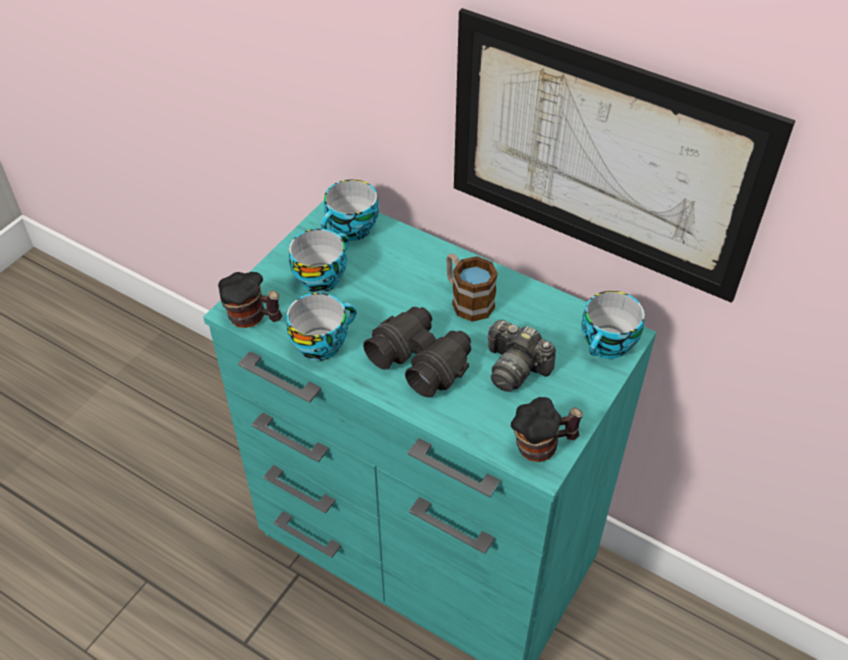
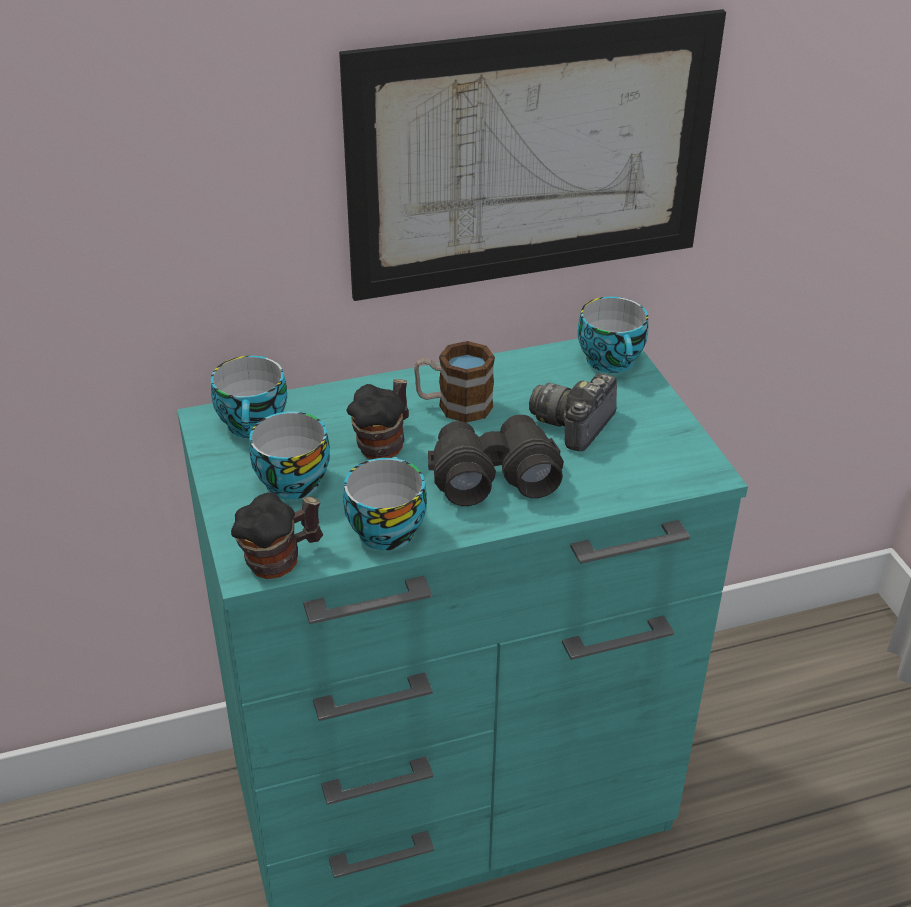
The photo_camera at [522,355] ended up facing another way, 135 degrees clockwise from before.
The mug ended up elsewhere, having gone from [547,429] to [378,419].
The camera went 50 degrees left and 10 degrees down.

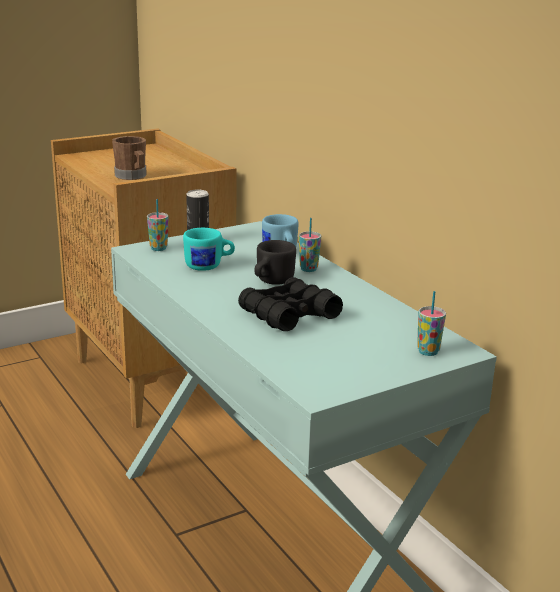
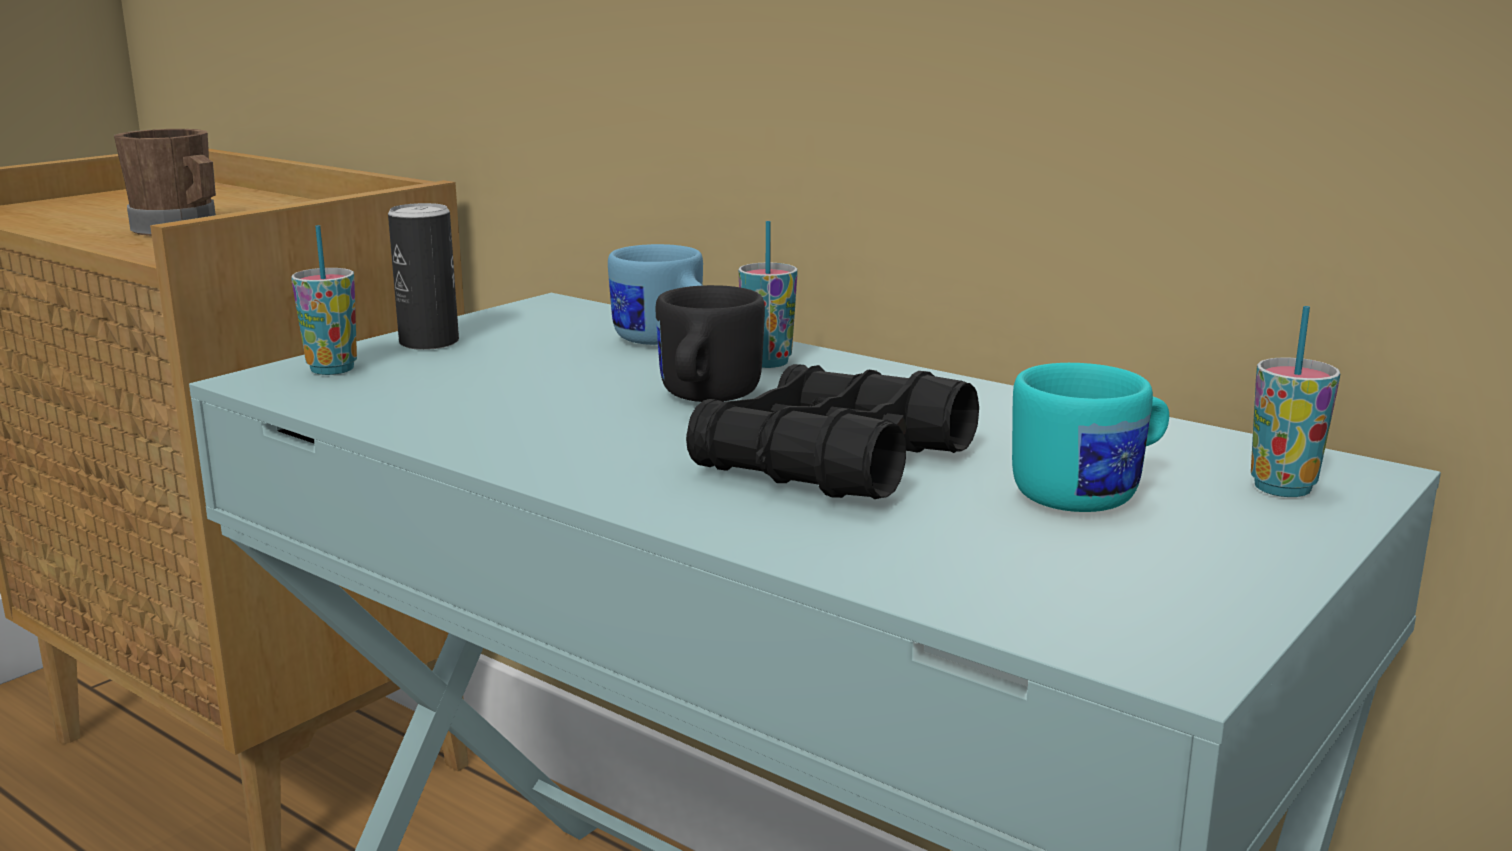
The turquoise_mug ended up elsewhere, having gone from [209,249] to [1090,437].
The camera went 20 degrees left and 5 degrees down.

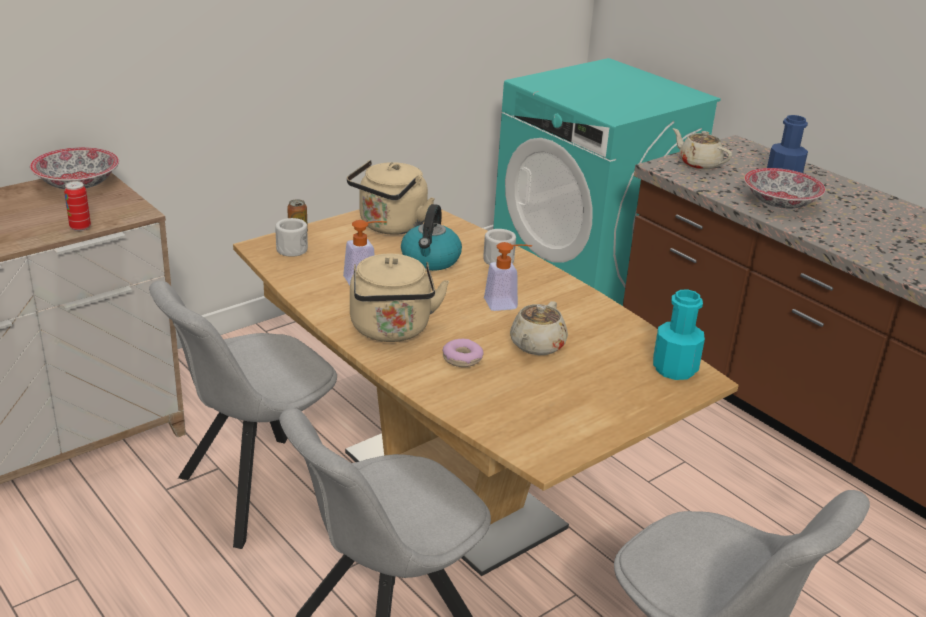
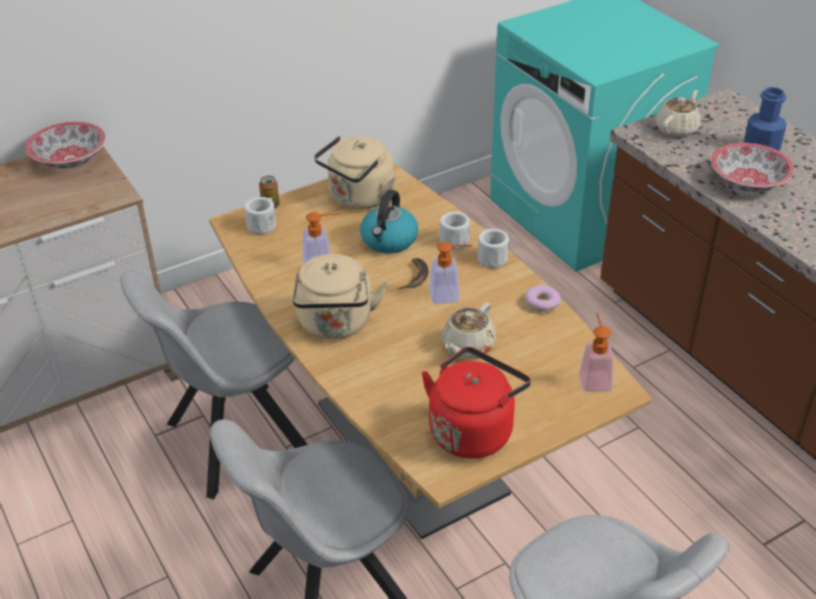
The beige_teapot at [702,149] ended up facing another way, 75 degrees clockwise from before.
The second view lost the can at [77,206].
Where the turquoise_bottle stood at [679,334], the soap_dispenser came to stand at [596,352].
The donut ended up elsewhere, having gone from [463,353] to [543,299].
The second view gained the white_mug at [493,248].
The second view gained the banana at [413,273].
The second view gained the red_kettle at [476,403].
The camera went 10 degrees right and 10 degrees up.

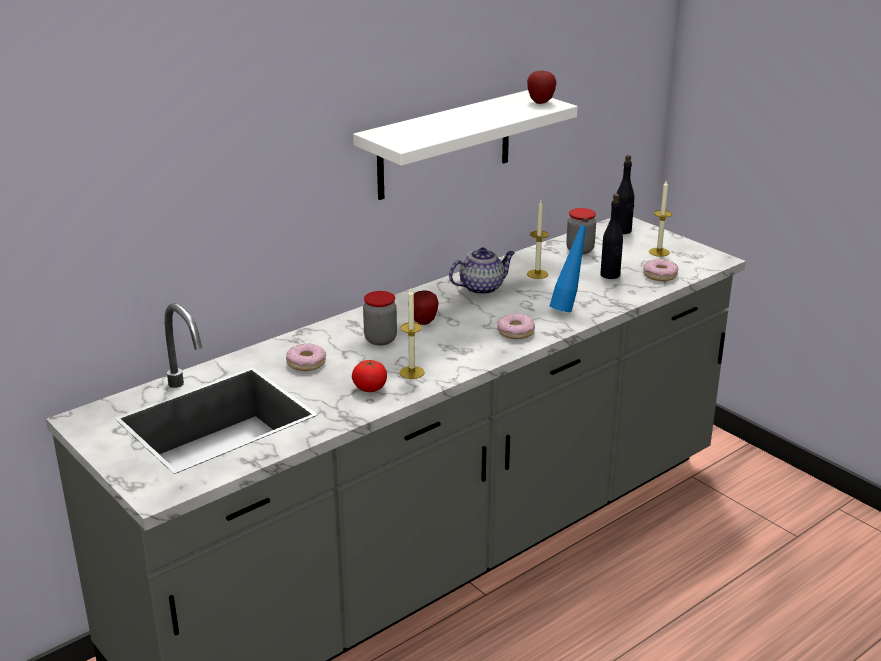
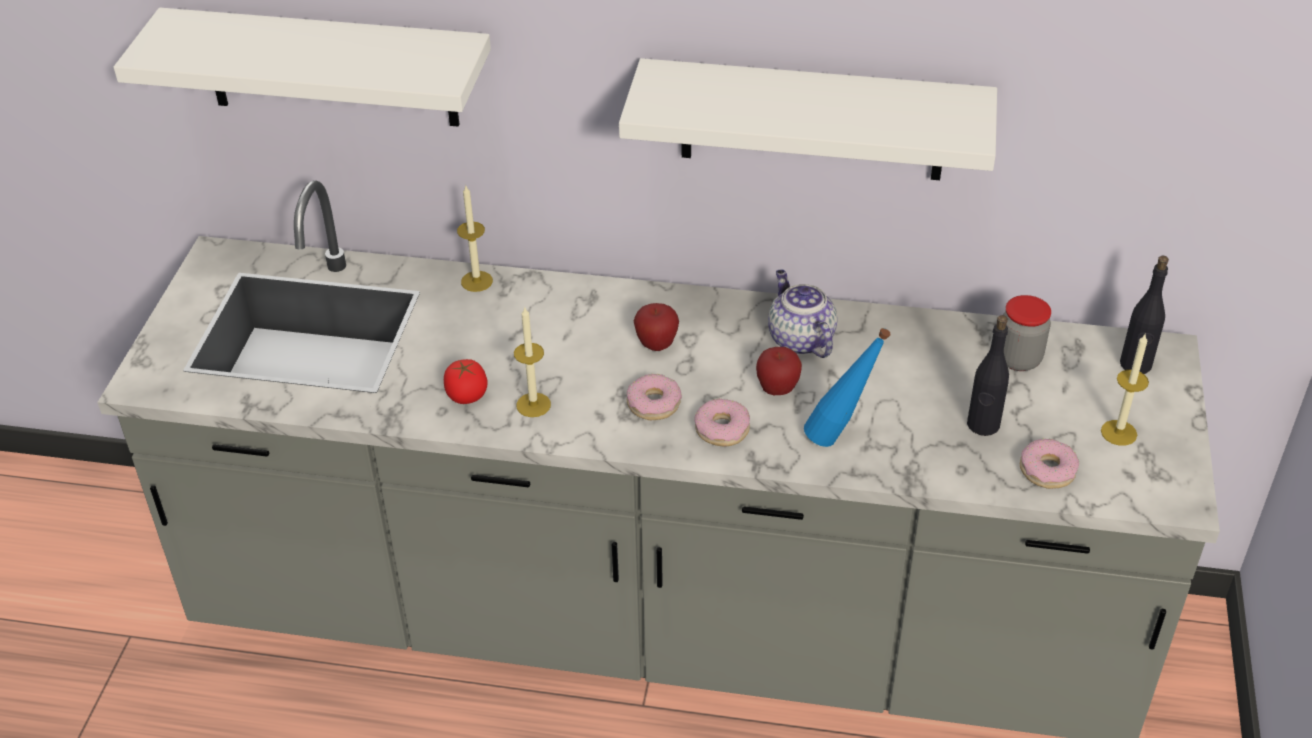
The apple ended up elsewhere, having gone from [542,87] to [779,371].
The candle ended up elsewhere, having gone from [538,239] to [475,239].
The teapot at [482,271] ended up facing another way, 135 degrees counterclockwise from before.
The second view lost the jar at [380,318].
The donut ended up elsewhere, having gone from [306,357] to [654,397].
The second view gained the white_shelf at [302,67].
The camera went 50 degrees right and 15 degrees up.

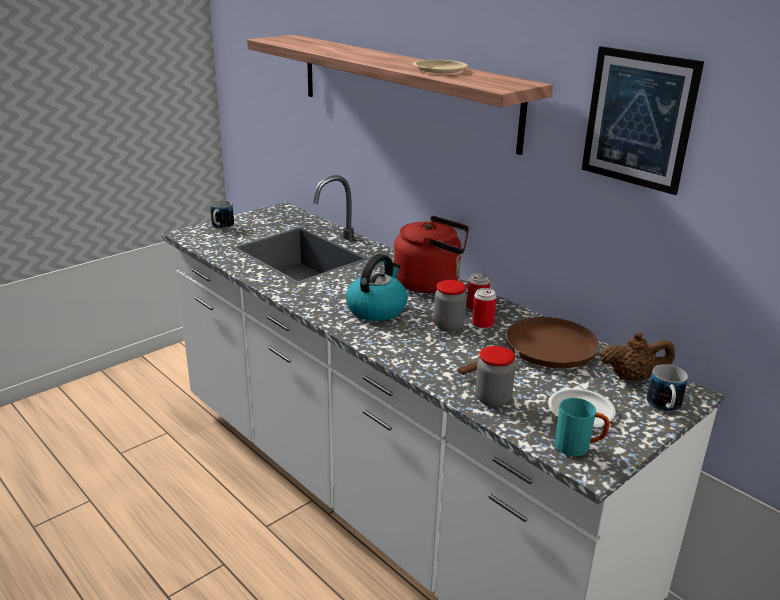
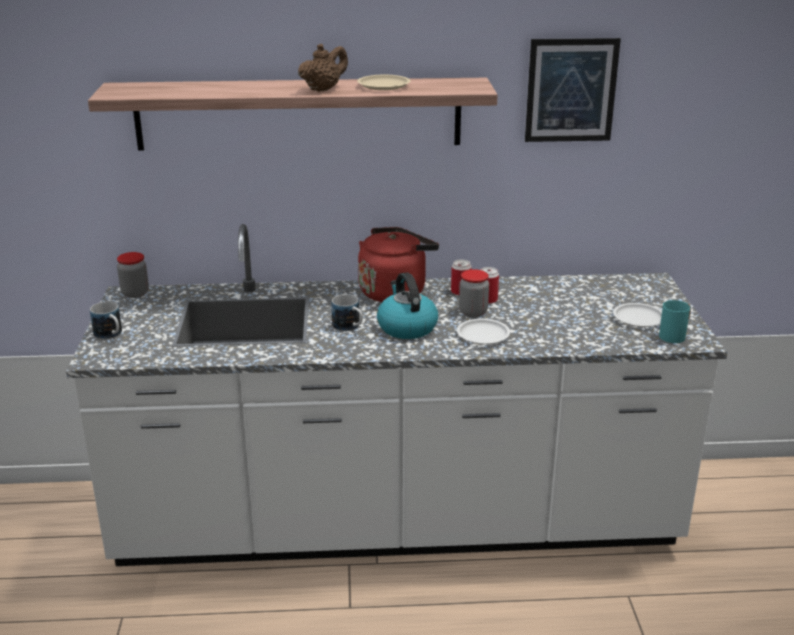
The second view lost the brown_frying_pan at [528,346].
The brown_teapot ended up elsewhere, having gone from [637,356] to [323,68].
The jar ended up elsewhere, having gone from [495,376] to [133,275].
The mug ended up elsewhere, having gone from [667,388] to [347,312].
The second view gained the white_plate at [483,331].
The camera went 50 degrees left and 0 degrees up.

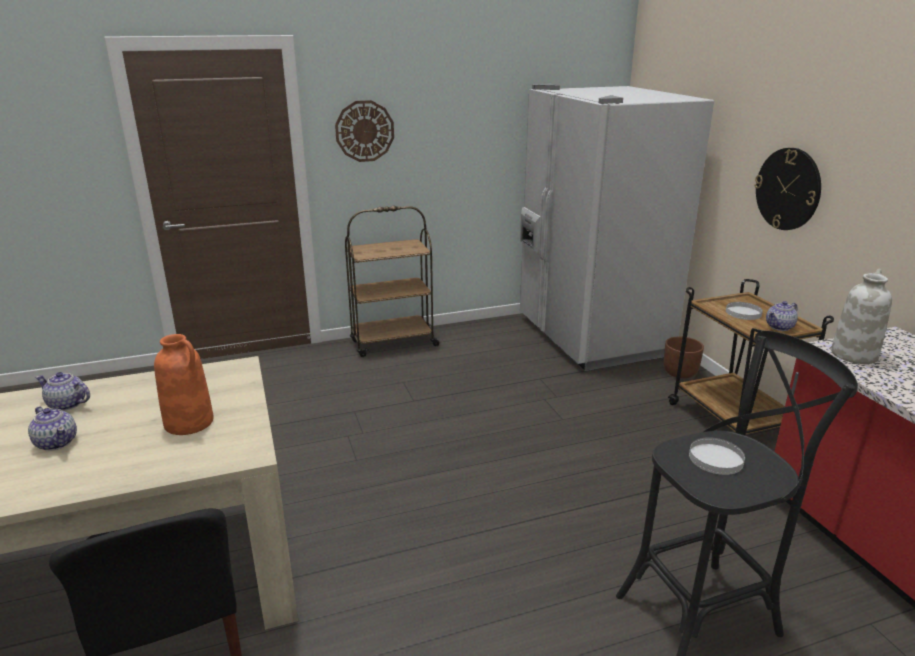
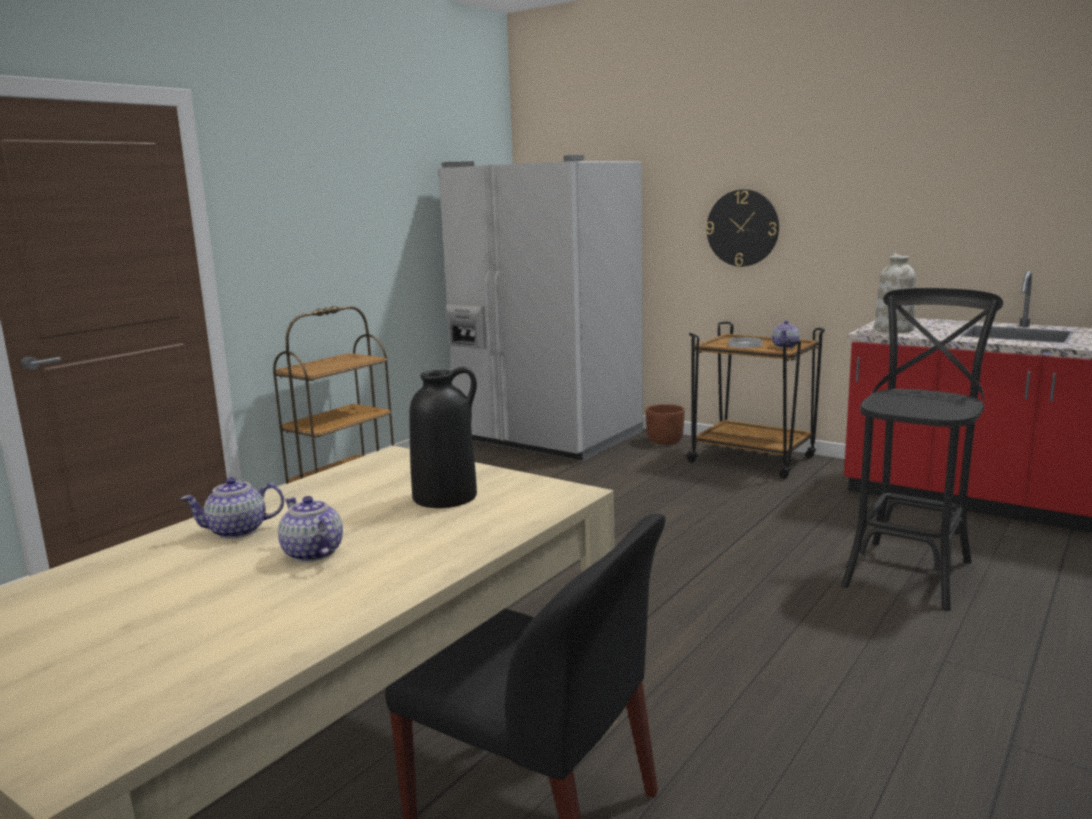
The second view lost the wall_clock at [364,131].
What was the orange_vase at [184,384] turned into the black_vase at [443,437].
The teapot at [52,428] ended up facing another way, 135 degrees counterclockwise from before.
The second view lost the white_plate at [717,456].
The camera went 35 degrees left and 10 degrees down.

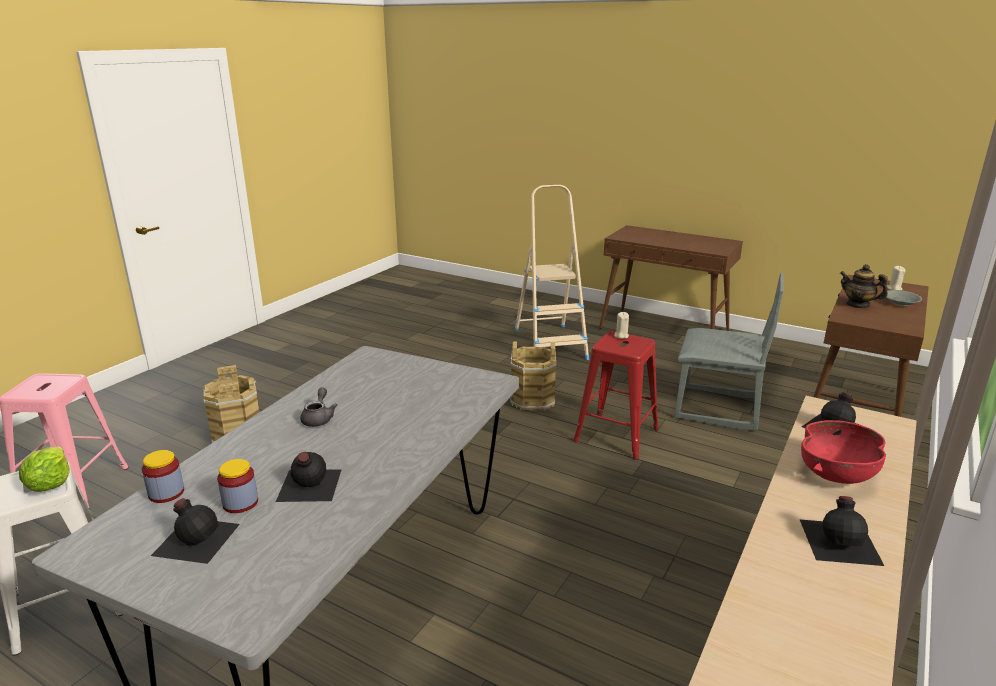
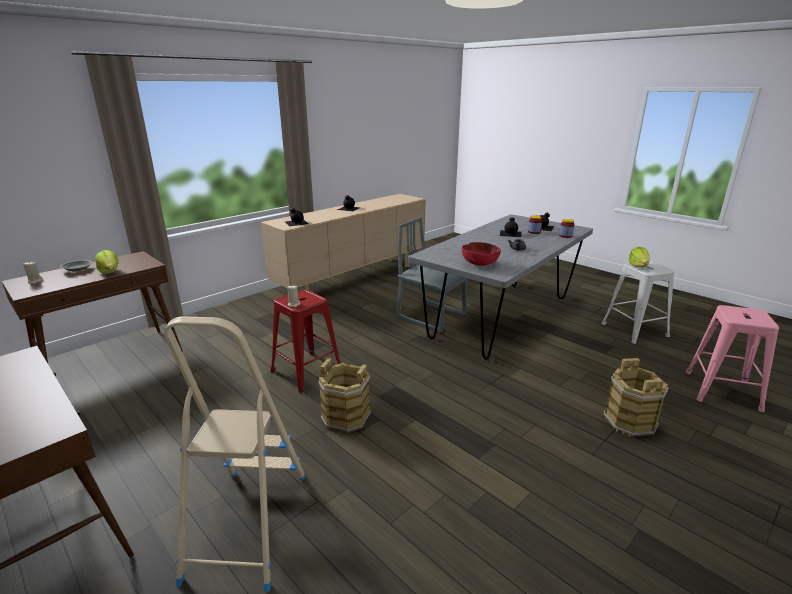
Where the teapot stood at [864,286], the lettuce came to stand at [107,262].
The grey_chair ended up elsewhere, having gone from [729,351] to [431,275].
The red_bowl ended up elsewhere, having gone from [843,452] to [481,254].
The camera went 165 degrees left and 0 degrees up.

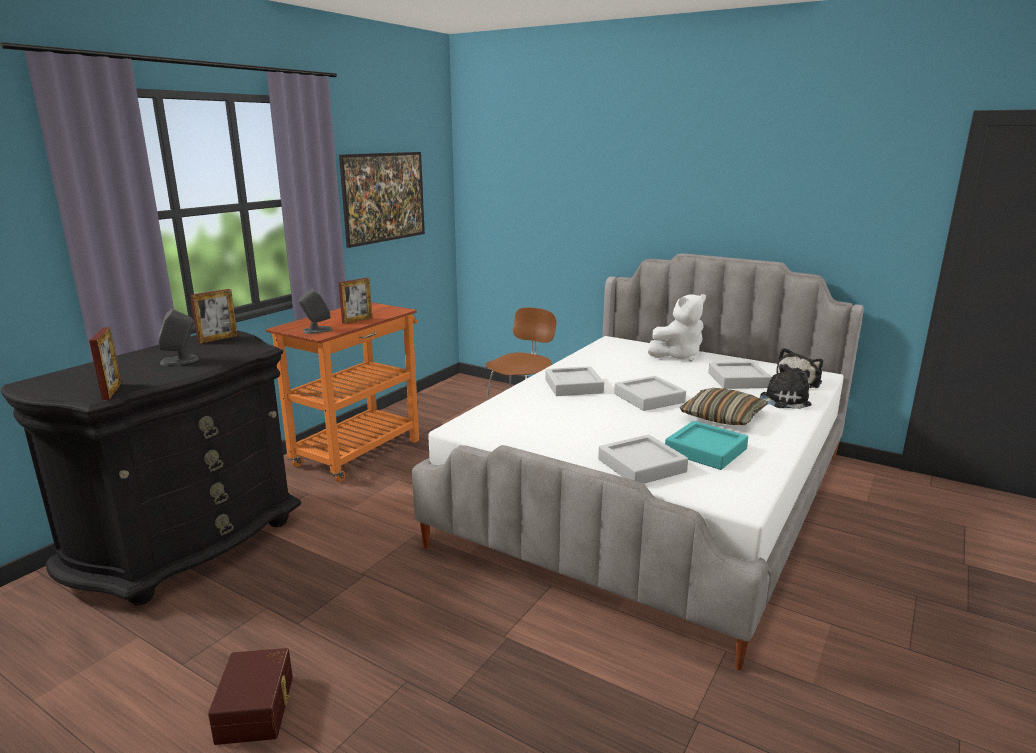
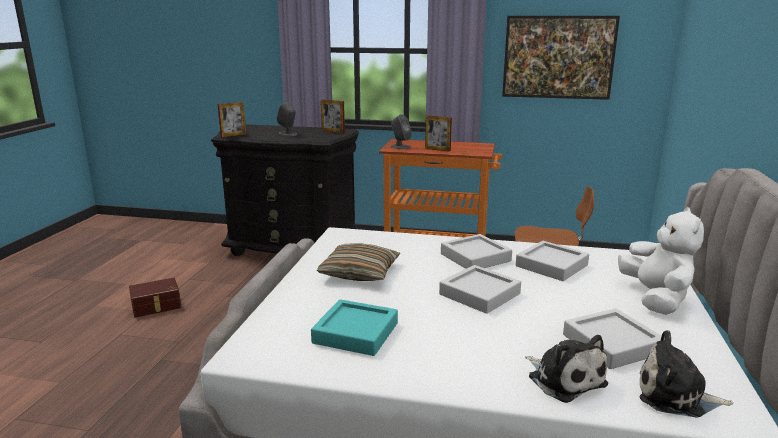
The white_plush_toy at [677,328] ended up facing another way, 135 degrees counterclockwise from before.
The pillow ended up elsewhere, having gone from [724,406] to [359,262].
The grey_tray ended up elsewhere, having gone from [643,459] to [552,261].
The camera went 70 degrees right and 0 degrees up.

